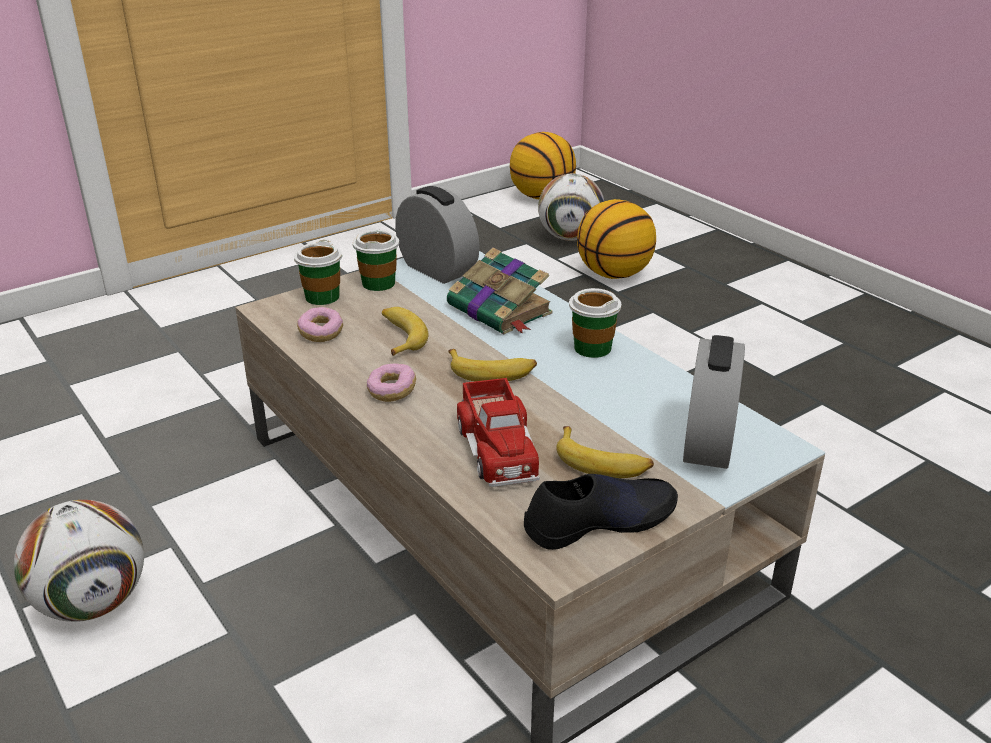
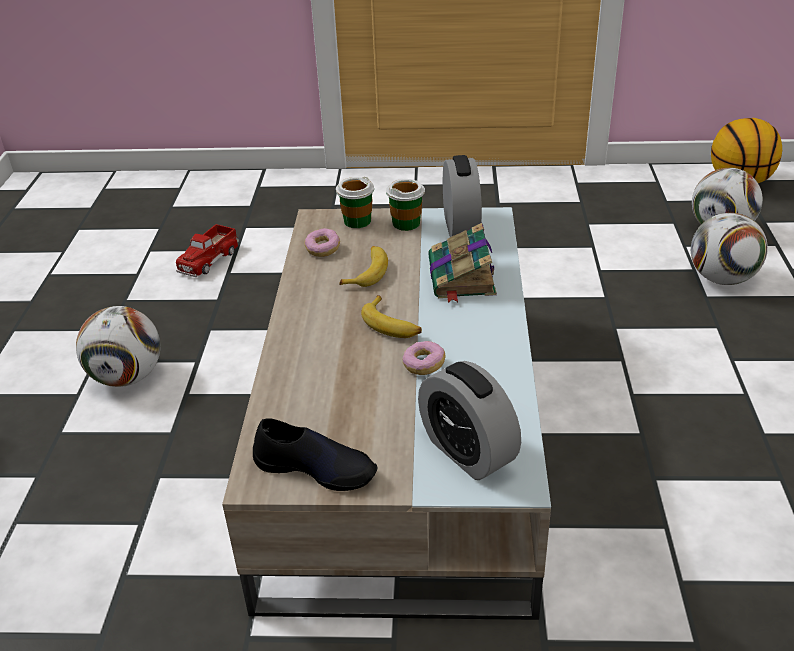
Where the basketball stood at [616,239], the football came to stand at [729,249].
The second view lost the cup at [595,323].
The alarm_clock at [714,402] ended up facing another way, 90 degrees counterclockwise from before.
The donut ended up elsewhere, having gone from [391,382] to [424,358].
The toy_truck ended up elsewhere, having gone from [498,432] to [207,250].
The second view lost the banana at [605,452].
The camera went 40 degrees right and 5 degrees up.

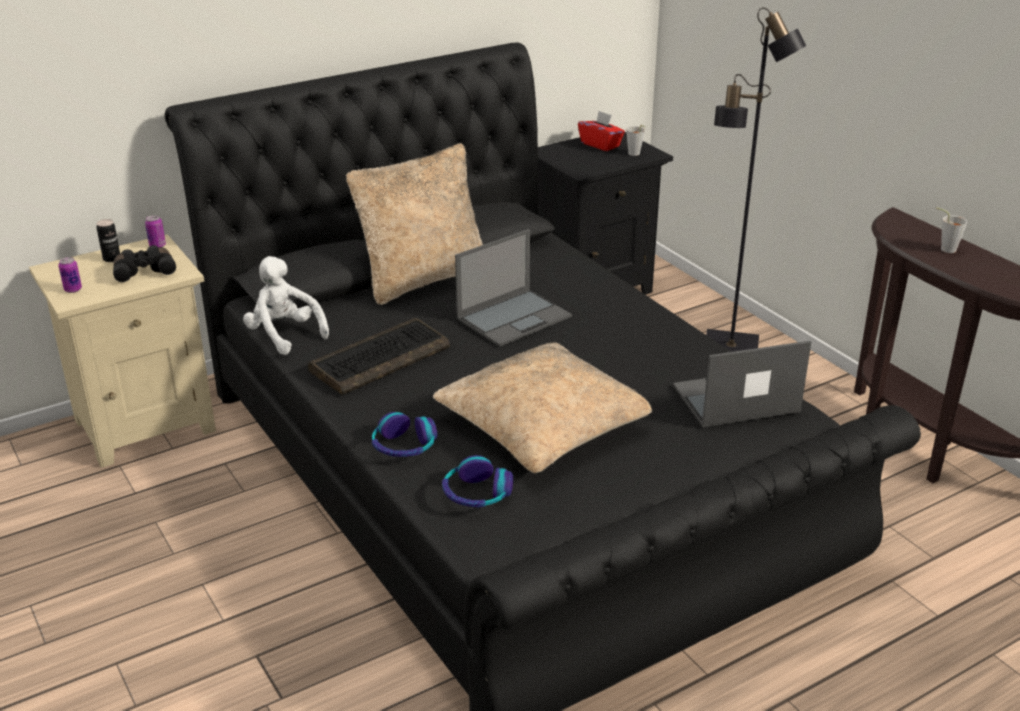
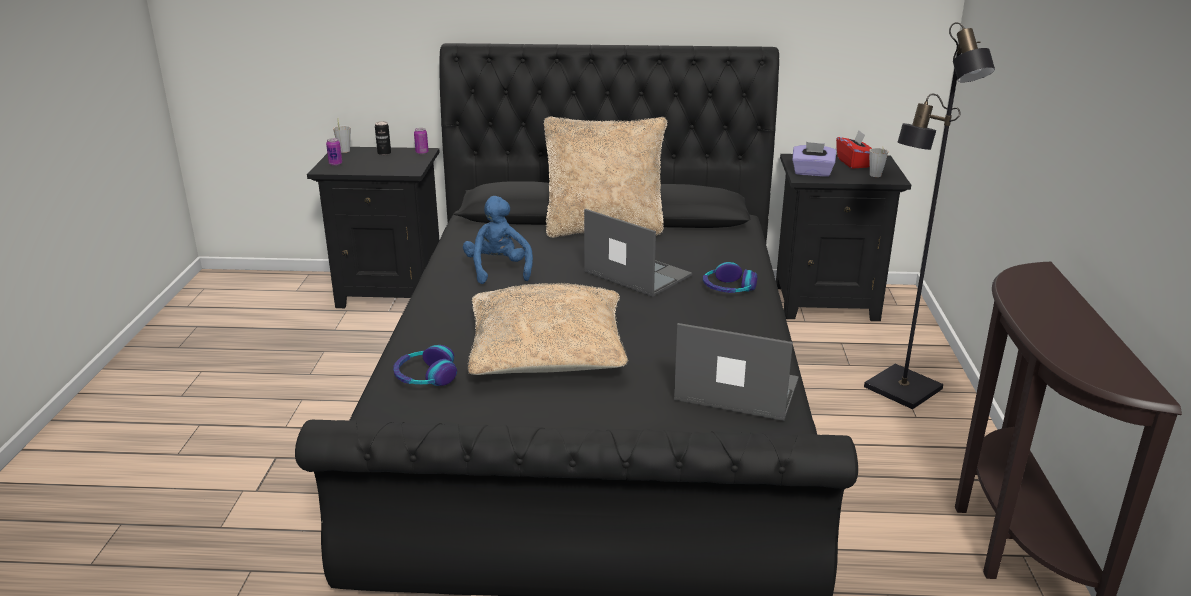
The grey_cup ended up elsewhere, having gone from [951,230] to [342,135].
The laptop at [513,288] ended up facing another way, 135 degrees counterclockwise from before.
What was the beige_nightstand at [122,351] turned into the black_nightstand at [373,227].
The second view lost the black_binoculars at [144,263].
The second view lost the white_plush_toy at [286,305].
Where the keyboard stood at [379,356], the blue_plush_toy came to stand at [498,240].
The headphones ended up elsewhere, having gone from [404,434] to [730,277].
The second view gained the purple_tissue_box at [814,159].
The camera went 35 degrees right and 5 degrees down.

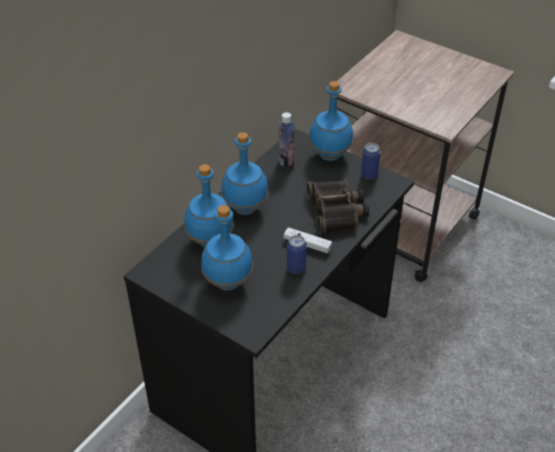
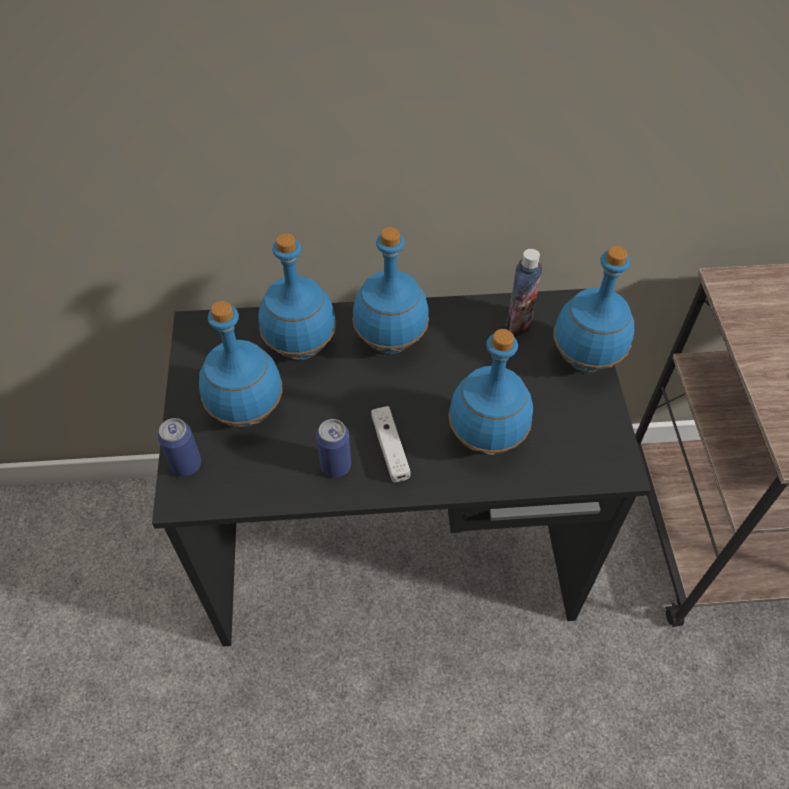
The can ended up elsewhere, having gone from [371,161] to [179,447].
Where the binoculars stood at [337,207], the blue_bottle came to stand at [490,392].
The camera went 50 degrees right and 10 degrees up.

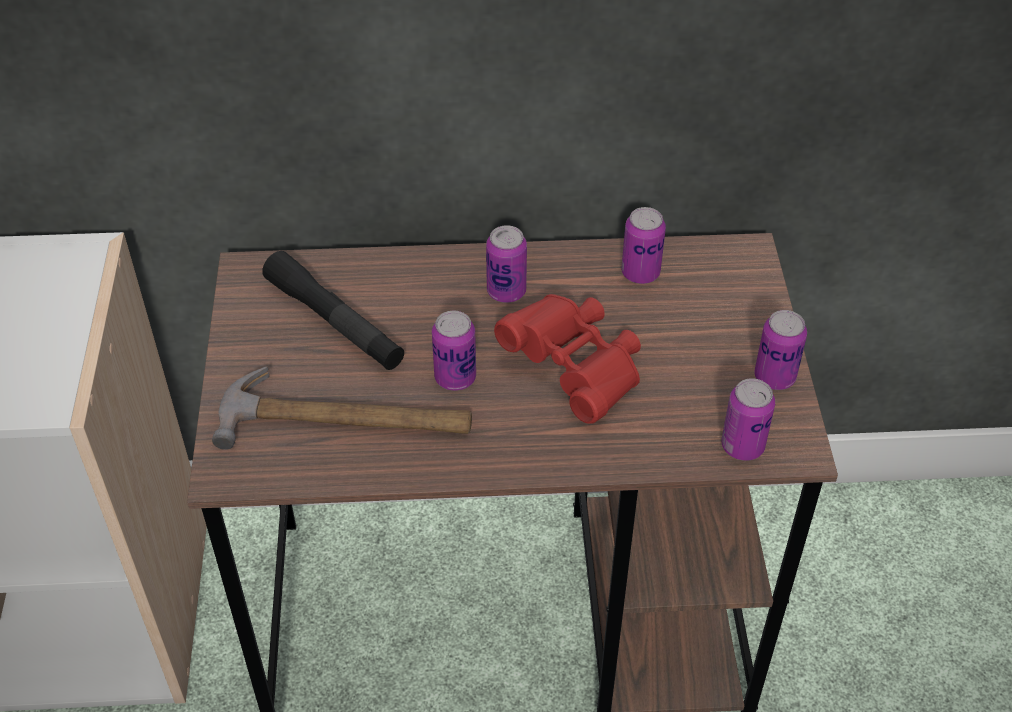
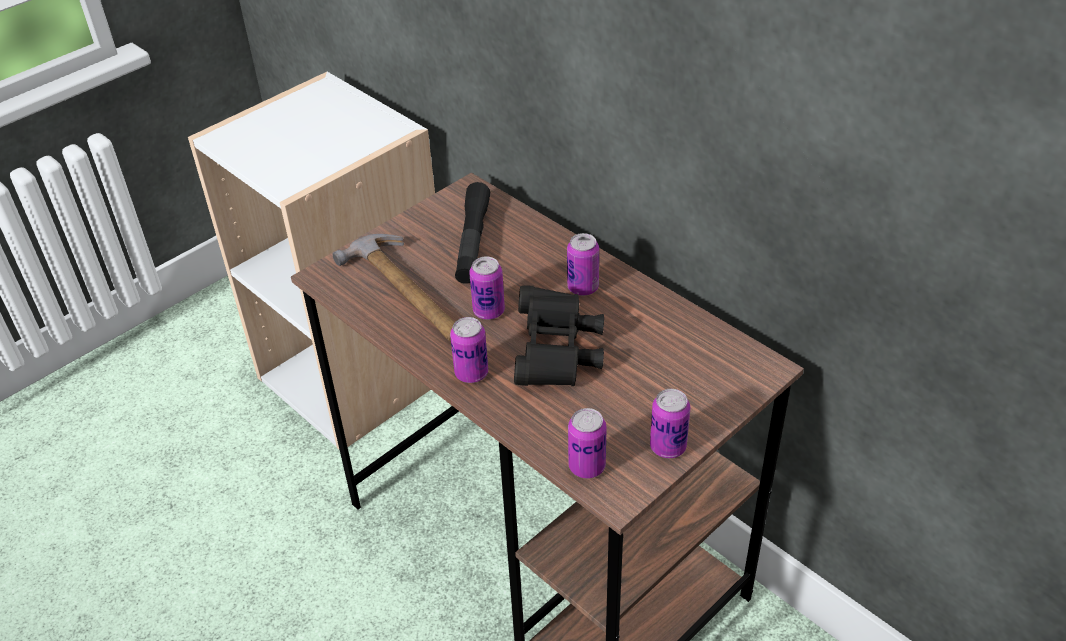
The can ended up elsewhere, having gone from [644,245] to [469,350].
What was the red_binoculars at [567,359] turned into the black_binoculars at [559,335].
The camera went 50 degrees right and 5 degrees down.

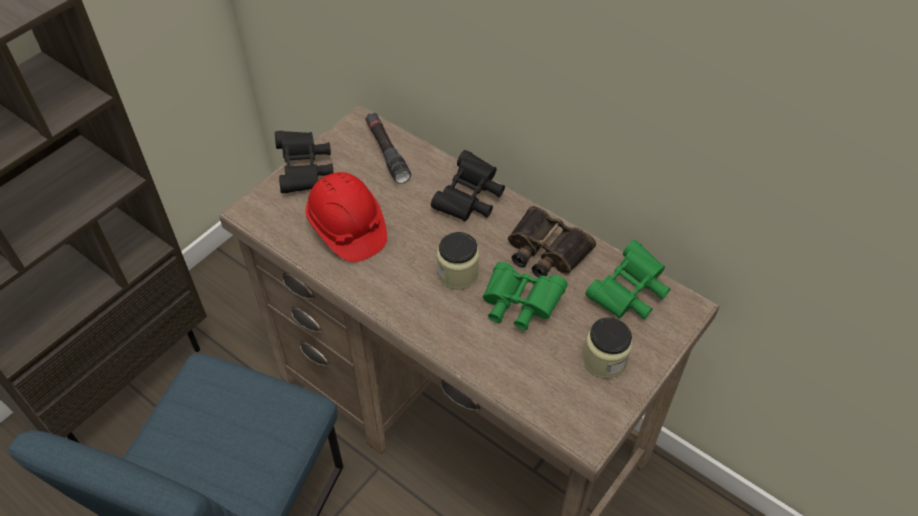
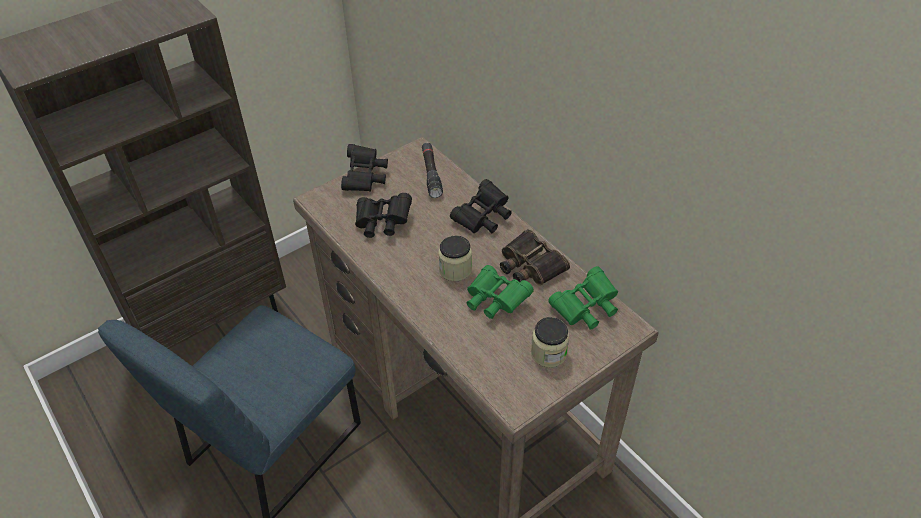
Where the red_hard_hat stood at [346,217], the black_binoculars came to stand at [383,215].
The camera went 15 degrees right and 5 degrees down.

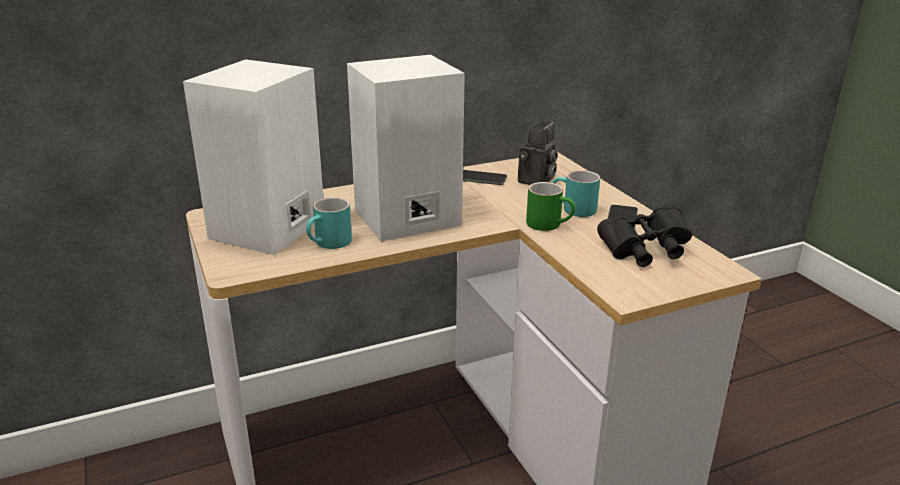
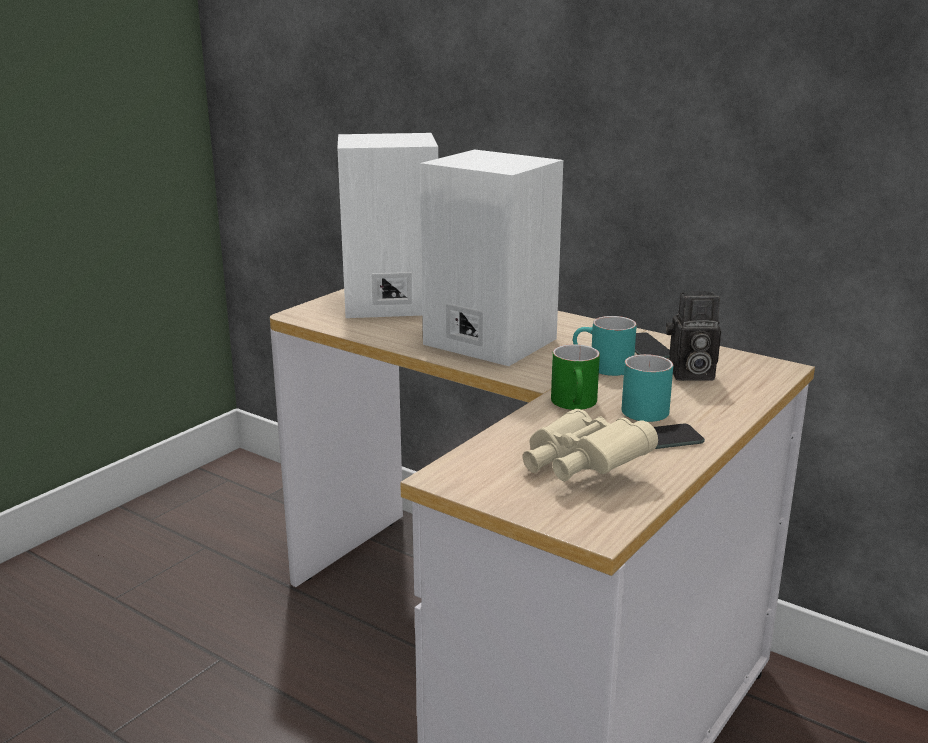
The turquoise_mug ended up elsewhere, having gone from [329,223] to [605,346].
What was the black_binoculars at [644,235] turned into the beige_binoculars at [590,445].
The camera went 60 degrees right and 5 degrees down.

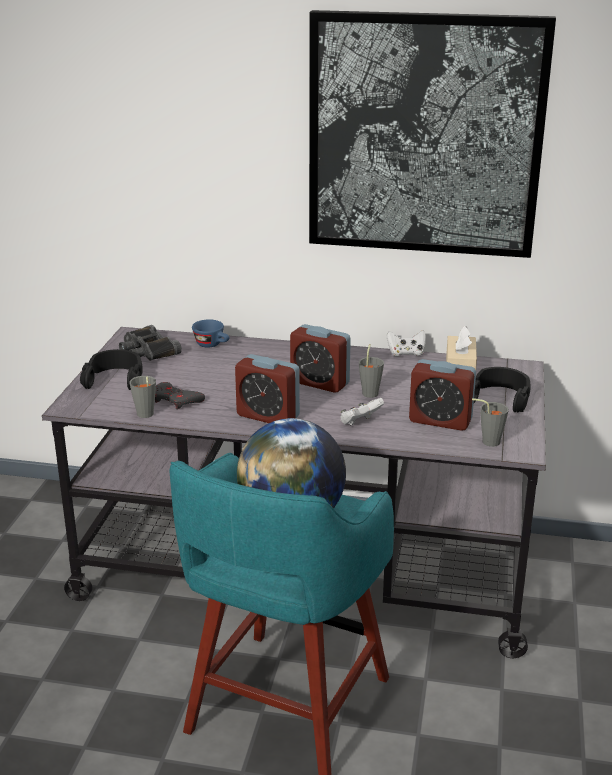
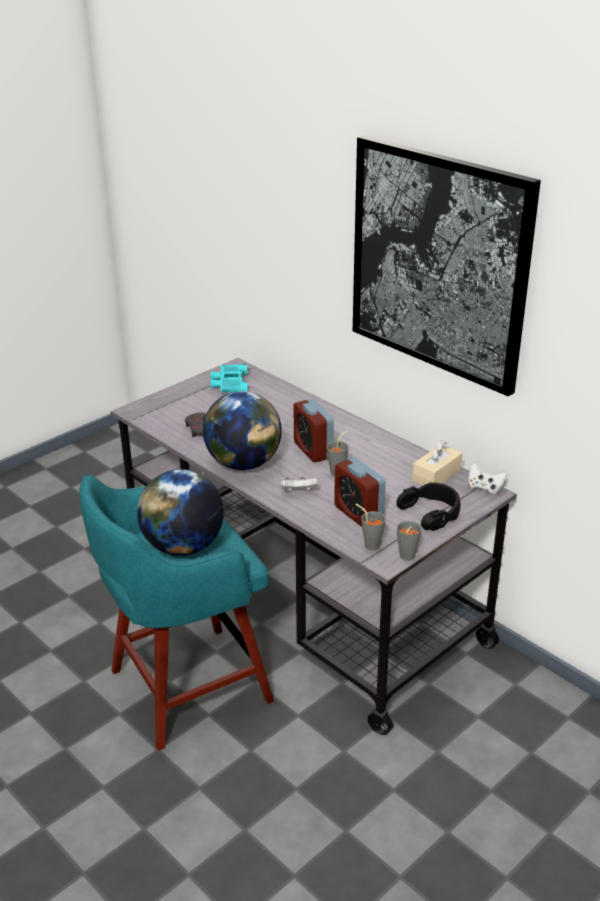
The second view lost the blue_cup at [210,333].
What was the black_binoculars at [150,343] turned into the turquoise_binoculars at [229,377].
The white_game_controller ended up elsewhere, having gone from [406,343] to [487,478].
The second view lost the black_headphones at [111,369].
Where the alarm_clock stood at [267,388], the globe came to stand at [242,430].
The grey_cup ended up elsewhere, having gone from [143,397] to [409,541].
The camera went 35 degrees right and 5 degrees up.

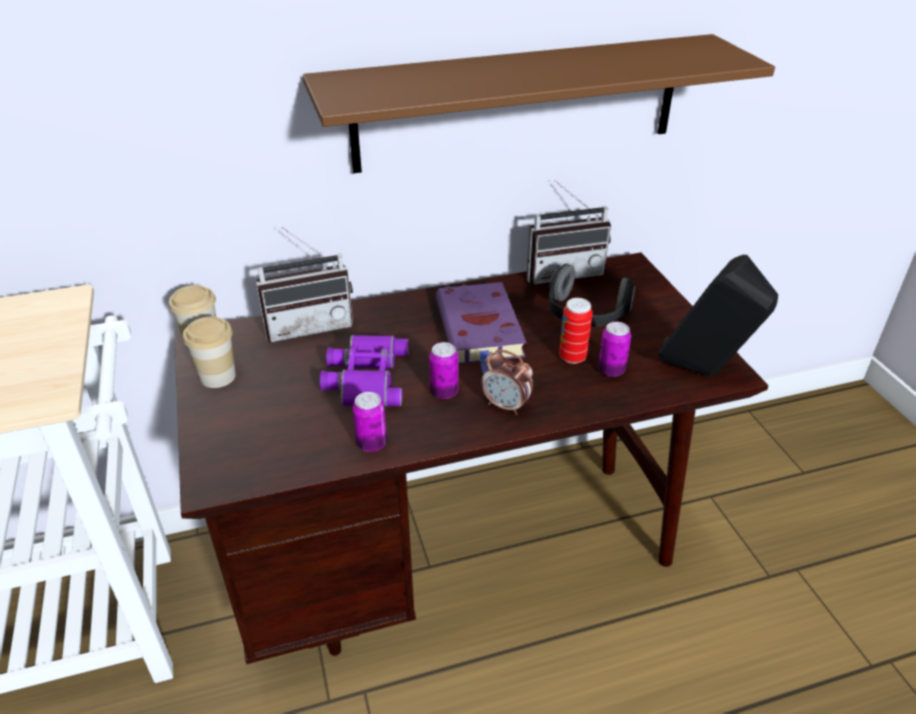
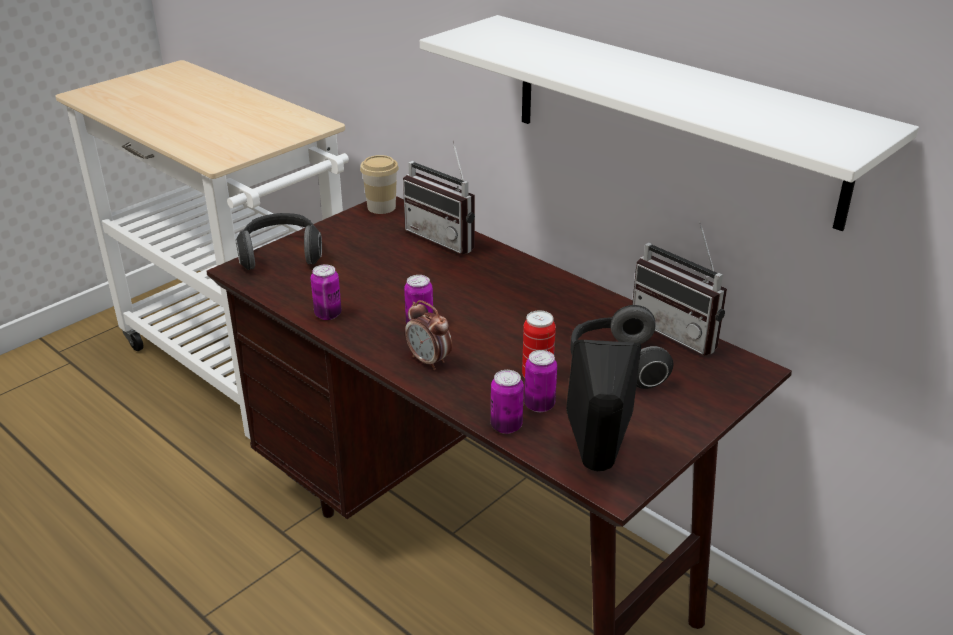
What was the brown_shelf at [539,103] turned into the white_shelf at [669,123].
The second view lost the purple_book at [481,328].
The second view lost the cup at [209,352].
The second view lost the purple_binoculars at [364,371].
The alarm_clock at [507,382] ended up facing another way, 45 degrees counterclockwise from before.
The second view gained the headphones at [278,241].
The second view gained the can at [507,402].
The camera went 60 degrees right and 5 degrees down.

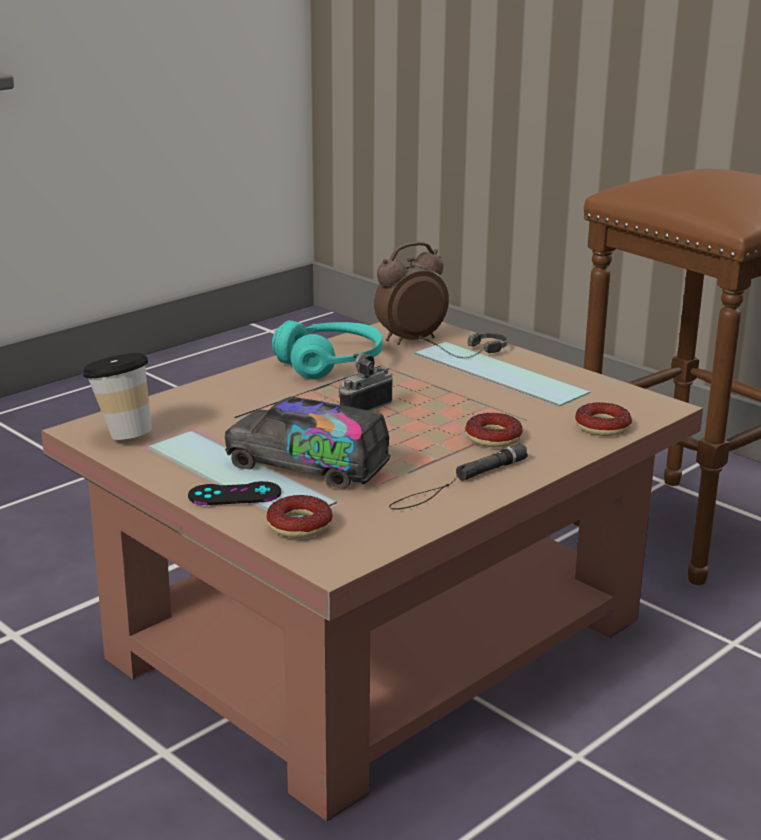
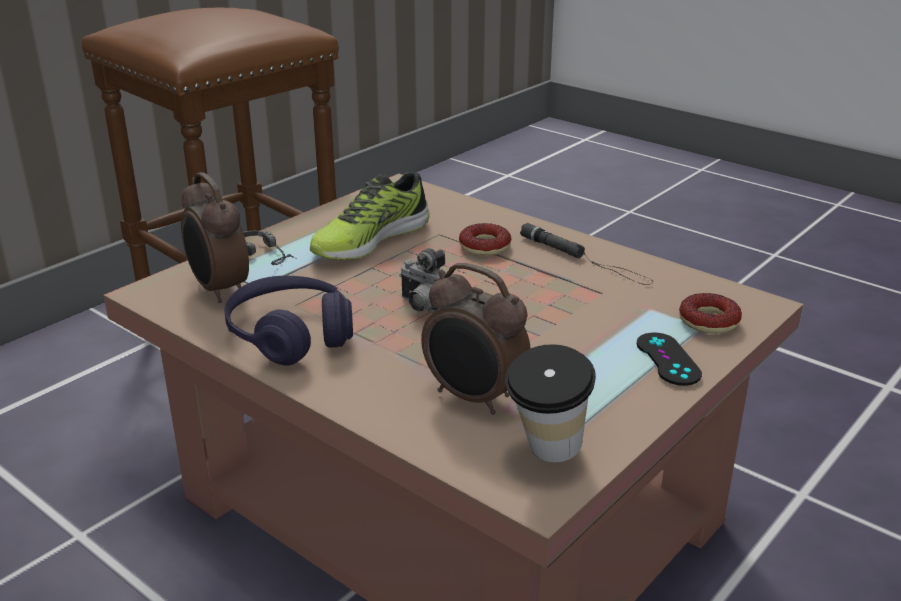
What was the turquoise_headphones at [327,349] turned into the purple_headphones at [288,320].
The second view lost the toy_truck at [308,443].
The second view lost the donut at [603,419].
The second view gained the shoe at [370,216].
The second view gained the alarm_clock at [476,338].
The camera went 95 degrees left and 5 degrees up.

